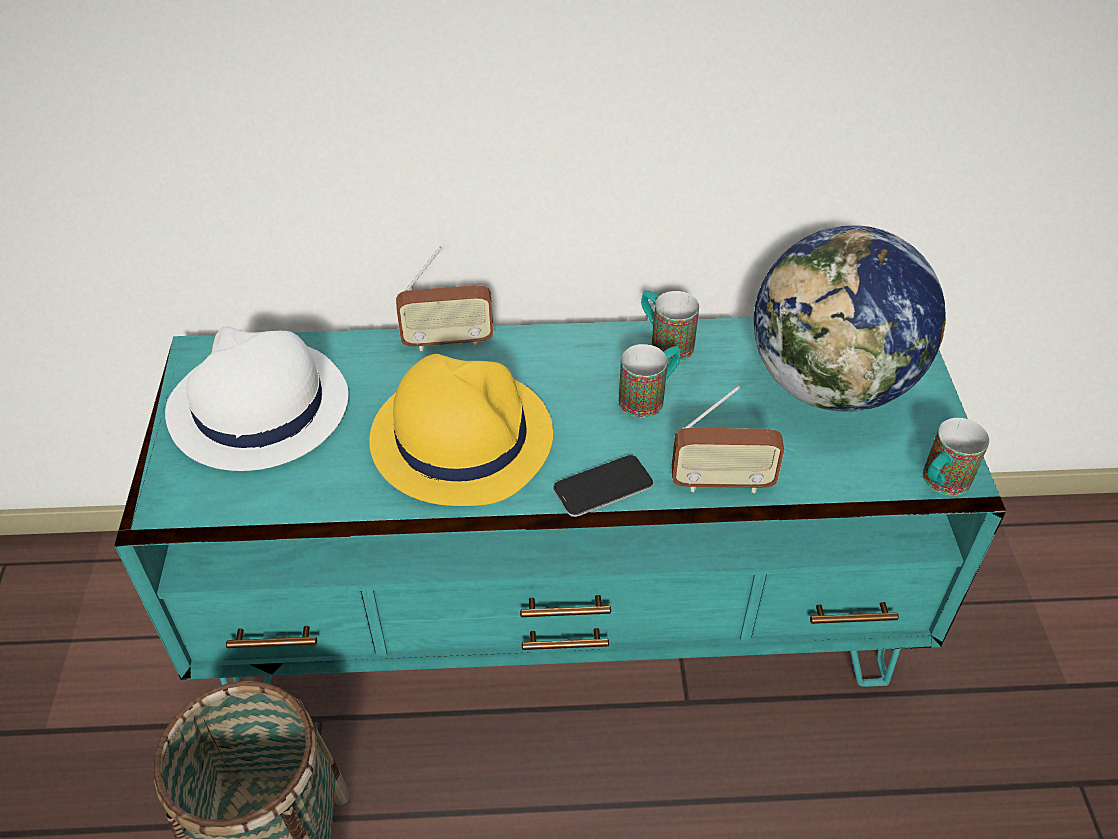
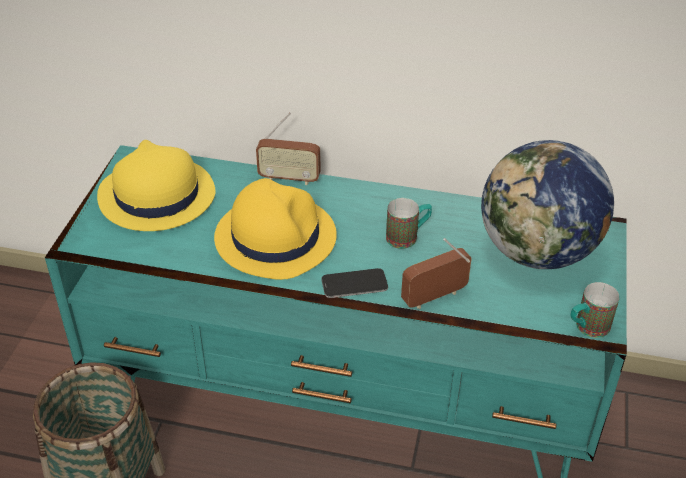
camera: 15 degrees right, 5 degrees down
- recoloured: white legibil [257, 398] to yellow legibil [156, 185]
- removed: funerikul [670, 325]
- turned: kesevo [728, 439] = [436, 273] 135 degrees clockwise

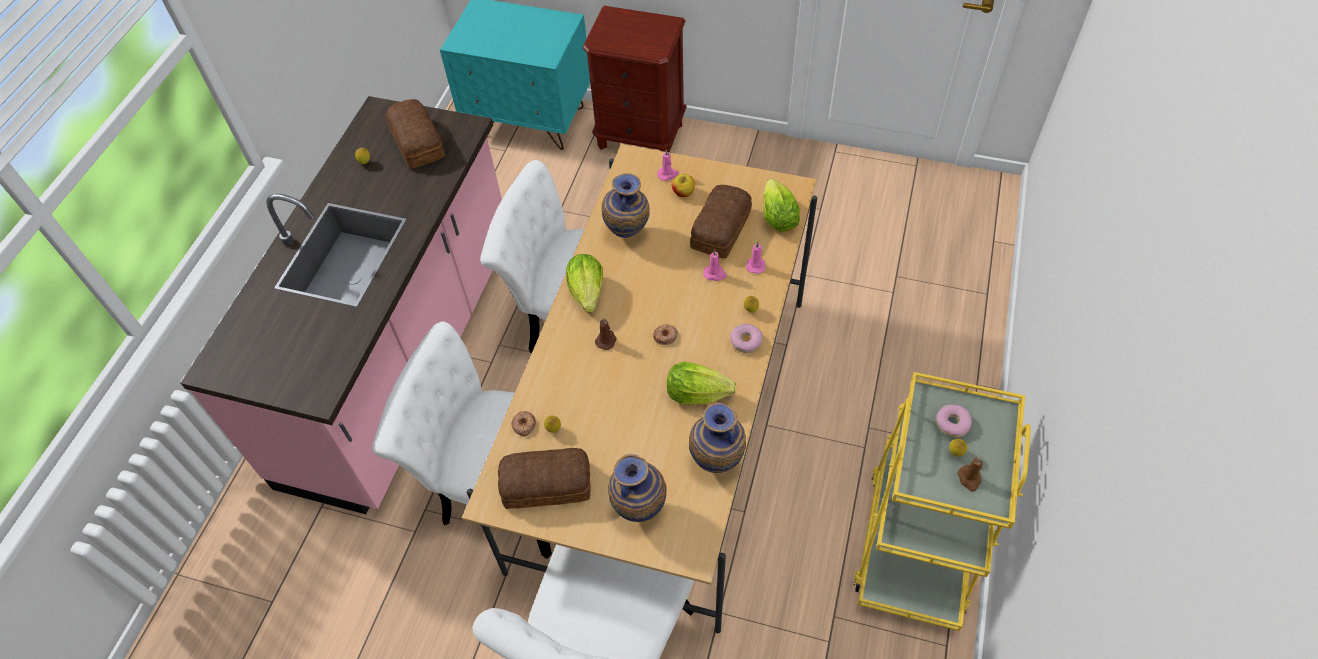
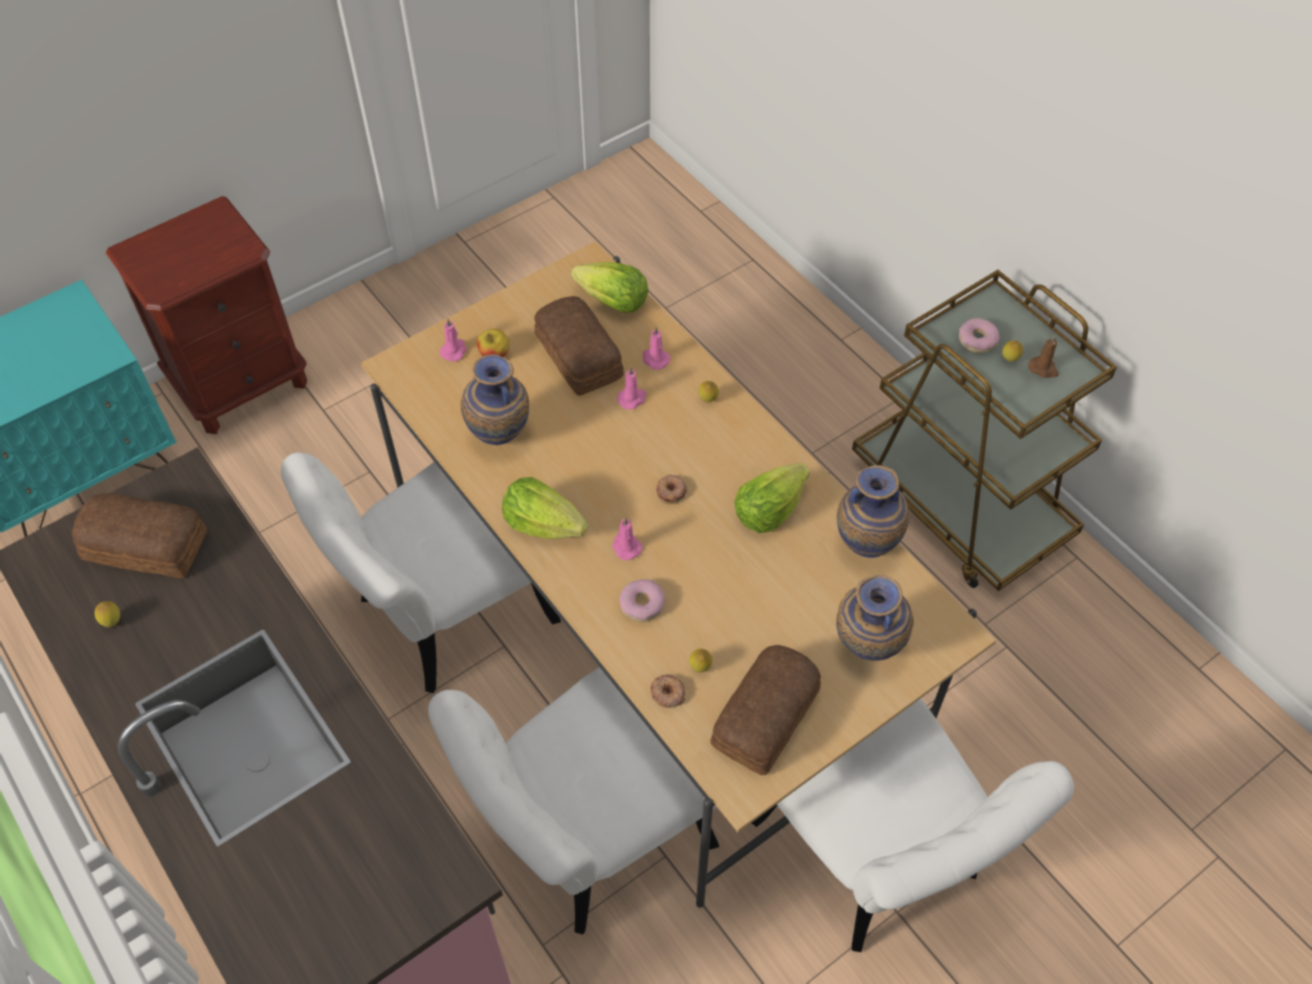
camera: 55 degrees left, 0 degrees up
- recoloured: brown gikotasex [606, 334] to pink gikotasex [627, 538]
- moved: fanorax [746, 338] to [642, 600]
- recoloured: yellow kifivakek [942, 501] to brown kifivakek [984, 430]

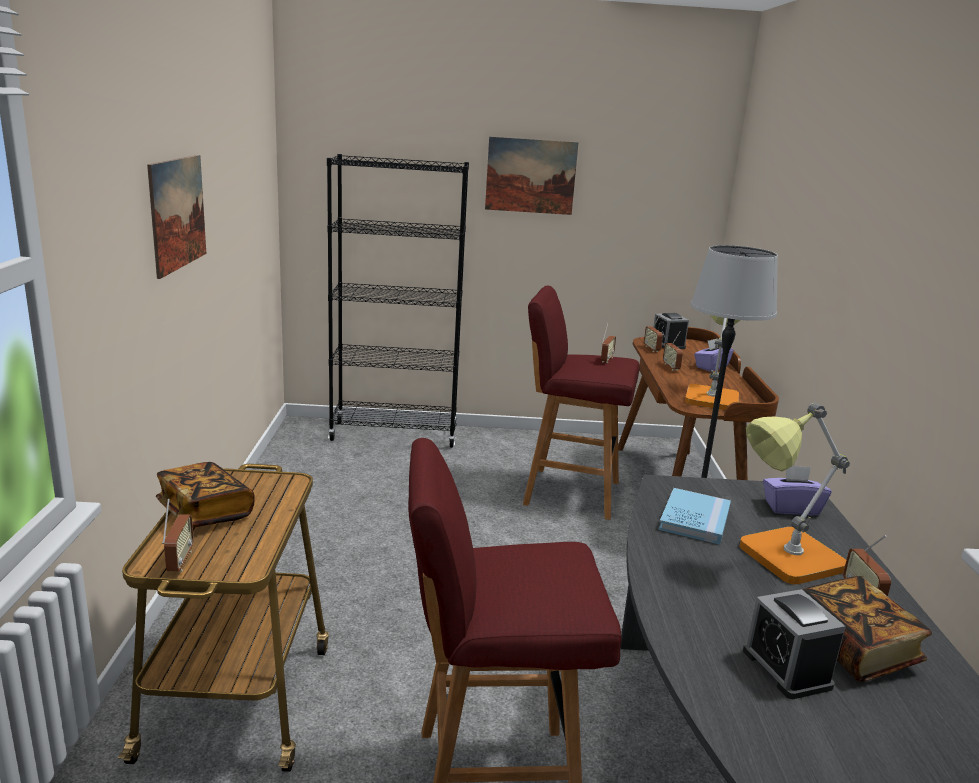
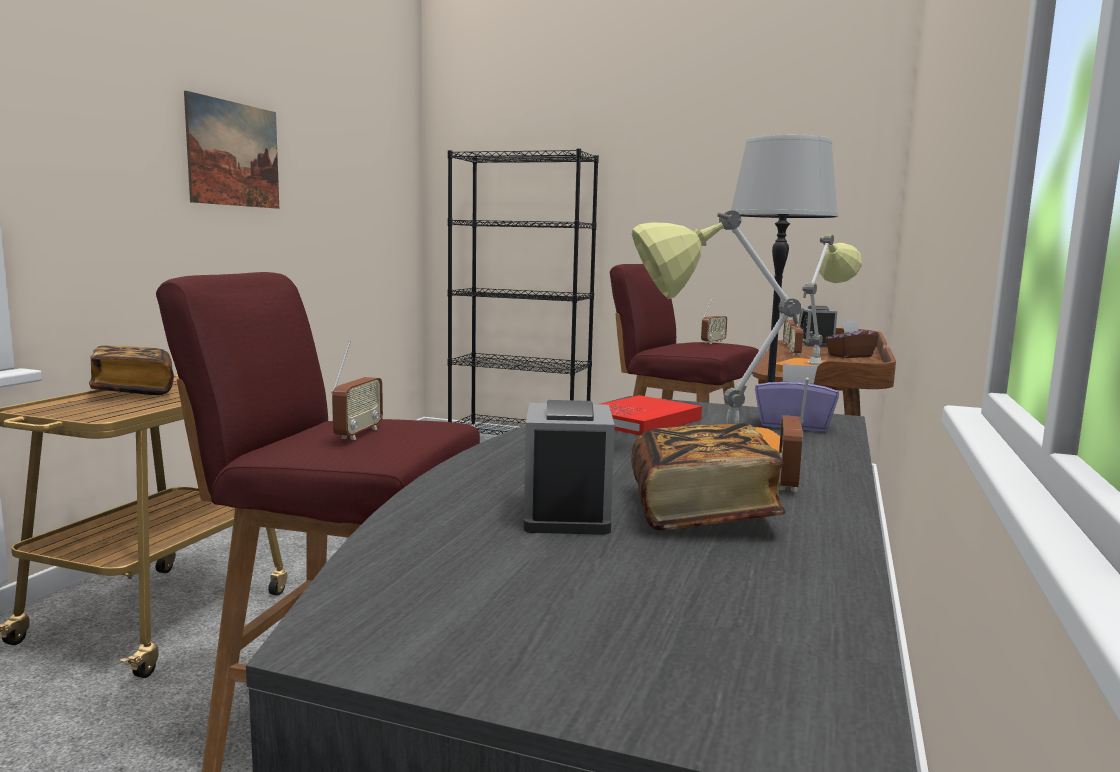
camera: 20 degrees right, 10 degrees down
- moved: kesevo [178, 535] to [357, 390]
- removed: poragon [531, 176]
- recoloured: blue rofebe [694, 516] to red rofebe [651, 415]
- recoloured: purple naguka [713, 355] to brown naguka [852, 339]

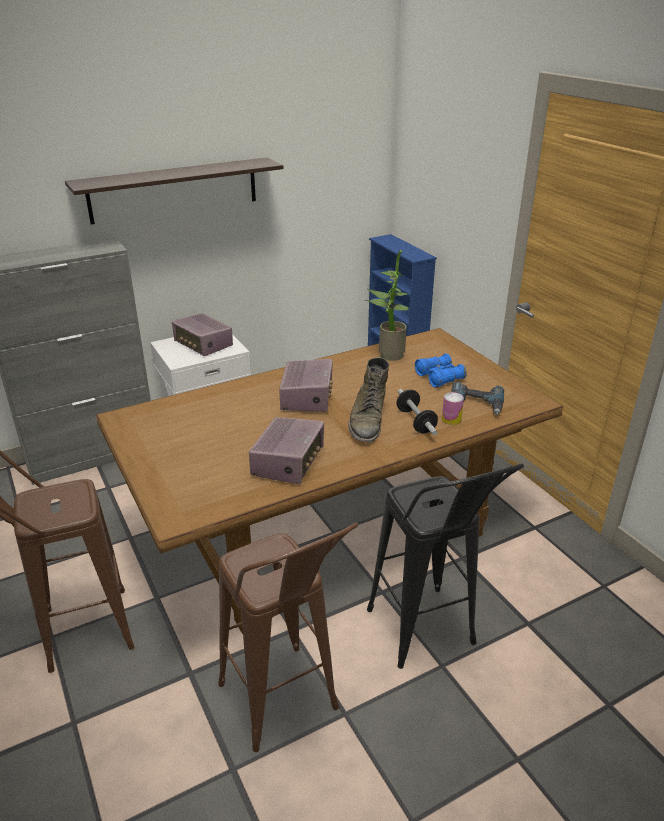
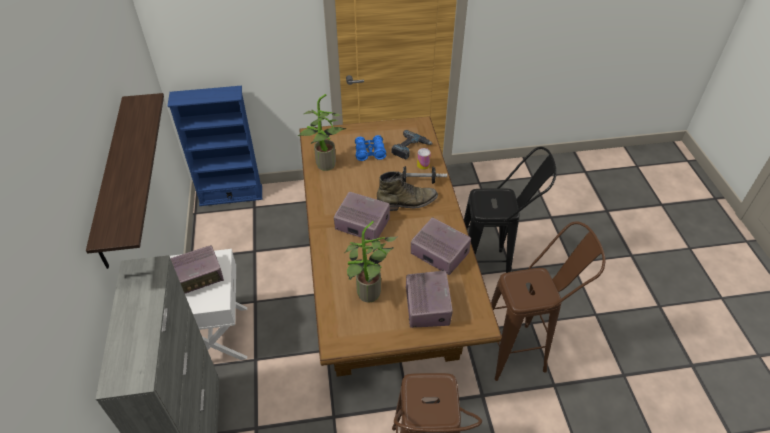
camera: 70 degrees left, 15 degrees up
- turned: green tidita [368, 400] = [407, 191] 45 degrees counterclockwise
- added: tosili [371, 262]
- added: kesevo [429, 299]

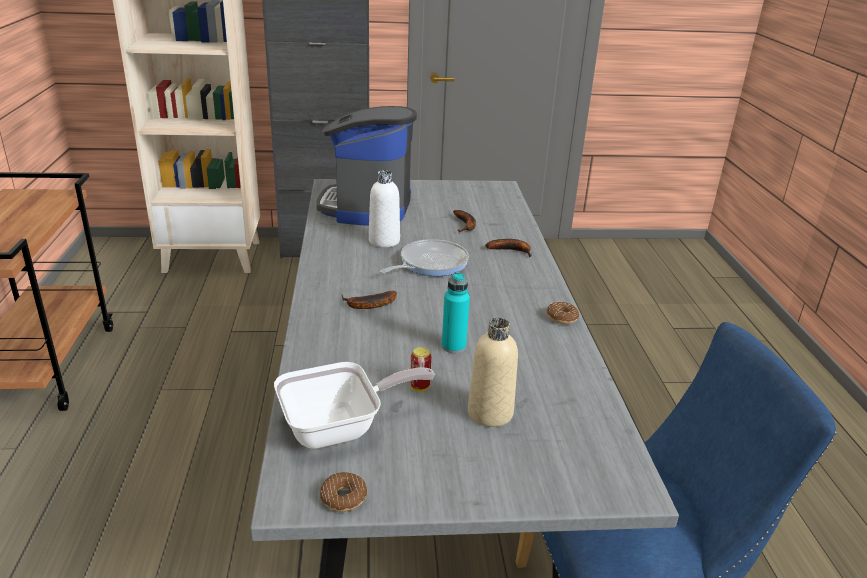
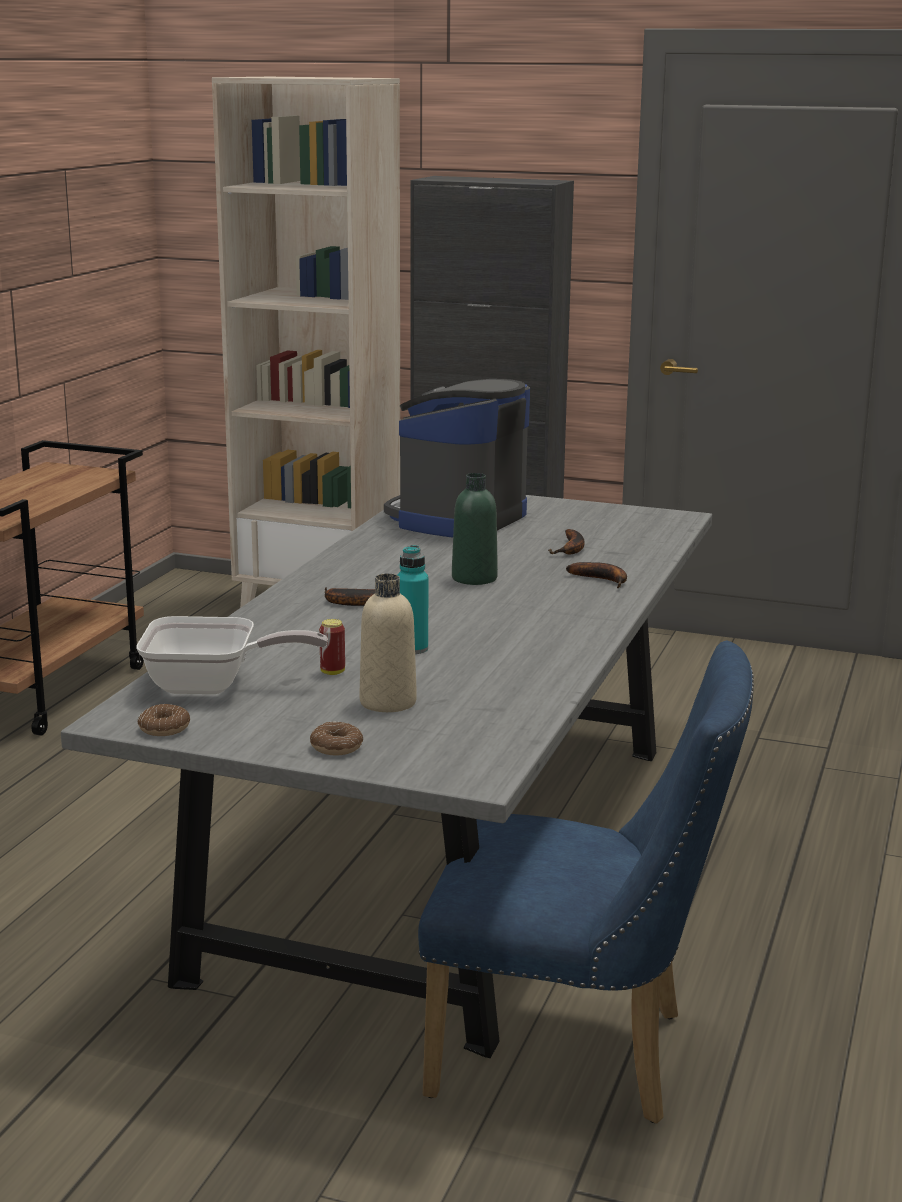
camera: 25 degrees right, 10 degrees down
- removed: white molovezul [384, 208]
- replaced: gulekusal [424, 257] to green molovezul [475, 529]
- moved: fanorax [563, 313] to [336, 738]

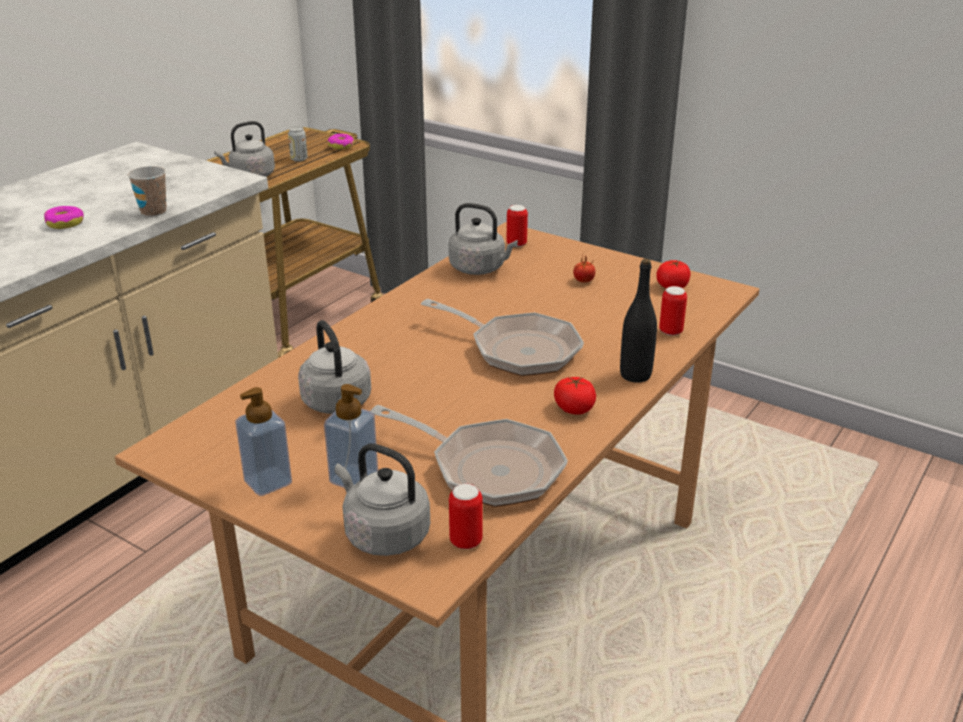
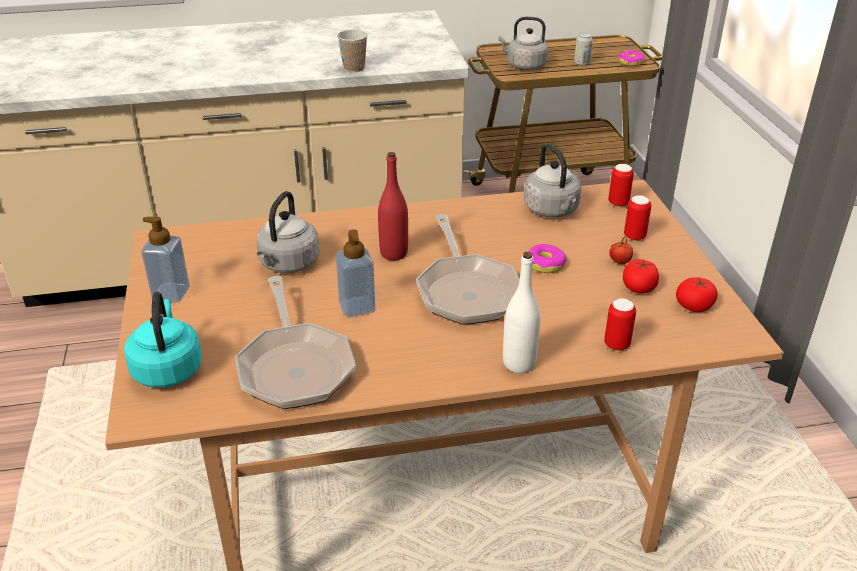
camera: 45 degrees right, 5 degrees up
- moved: fanorax [64, 217] to [547, 258]
- moved: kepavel [351, 436] to [356, 273]
- recoloured: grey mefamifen [382, 499] to turquoise mefamifen [163, 340]
- moved: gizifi [466, 516] to [637, 218]
- moved: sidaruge [575, 396] to [641, 276]
- recoloured: black molovezul [638, 321] to white molovezul [522, 312]
- added: red molovezul [393, 206]

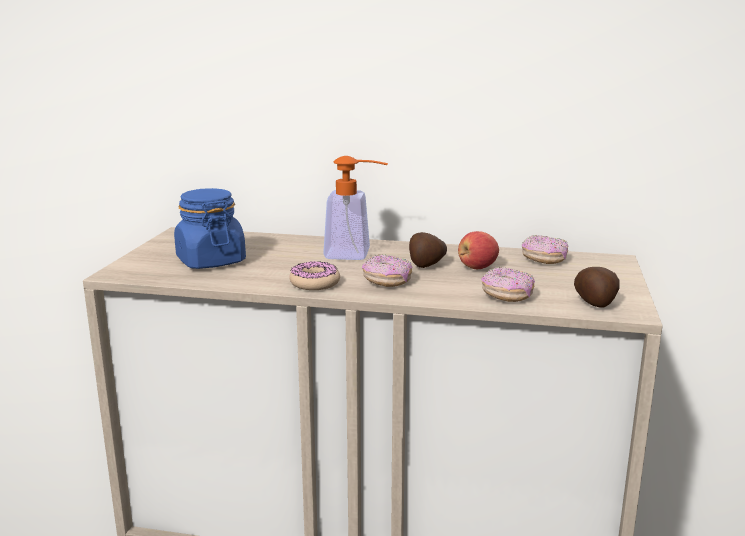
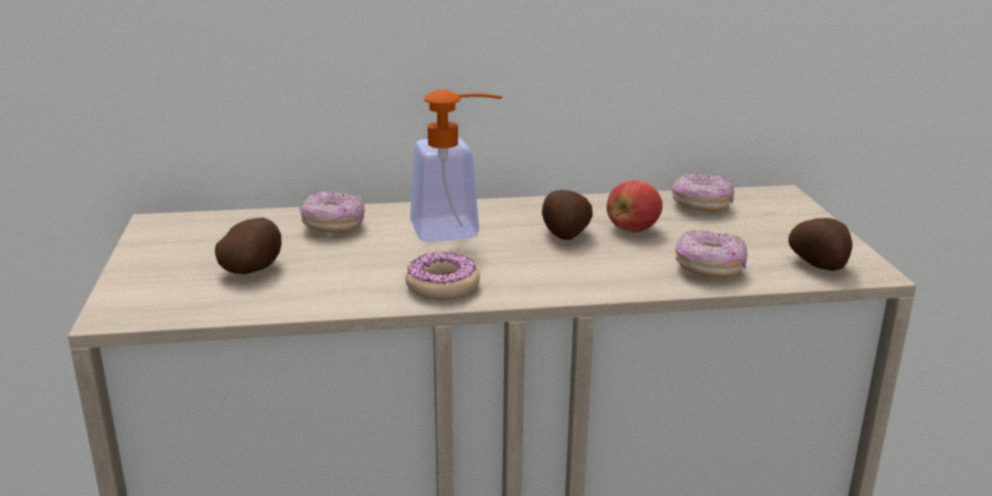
camera: 20 degrees left, 5 degrees up
- replaced: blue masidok [210, 228] to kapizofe [248, 246]
- moved: fanorax [387, 270] to [332, 212]

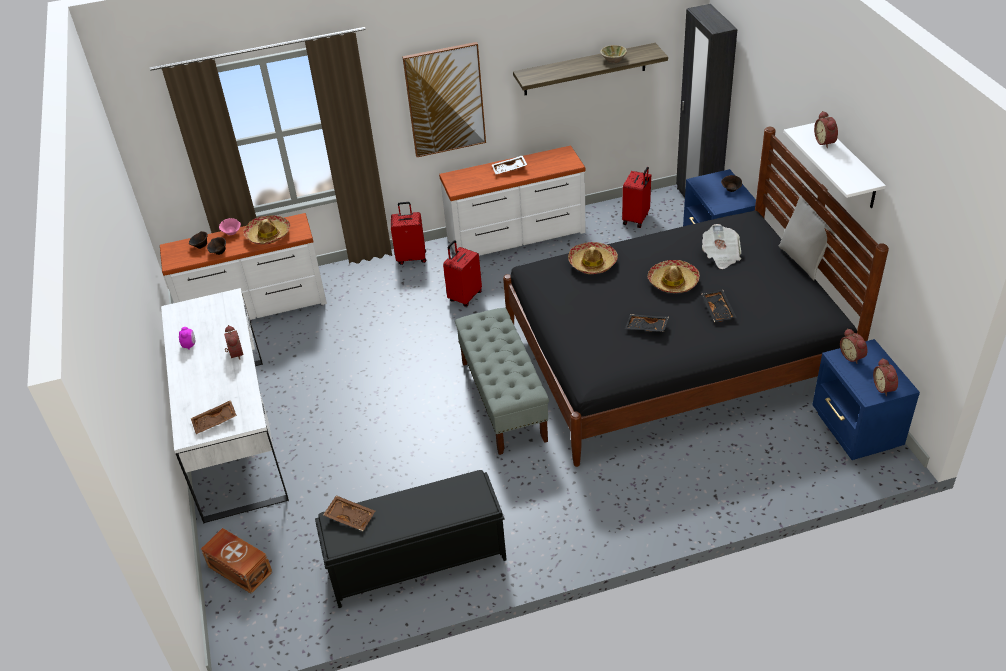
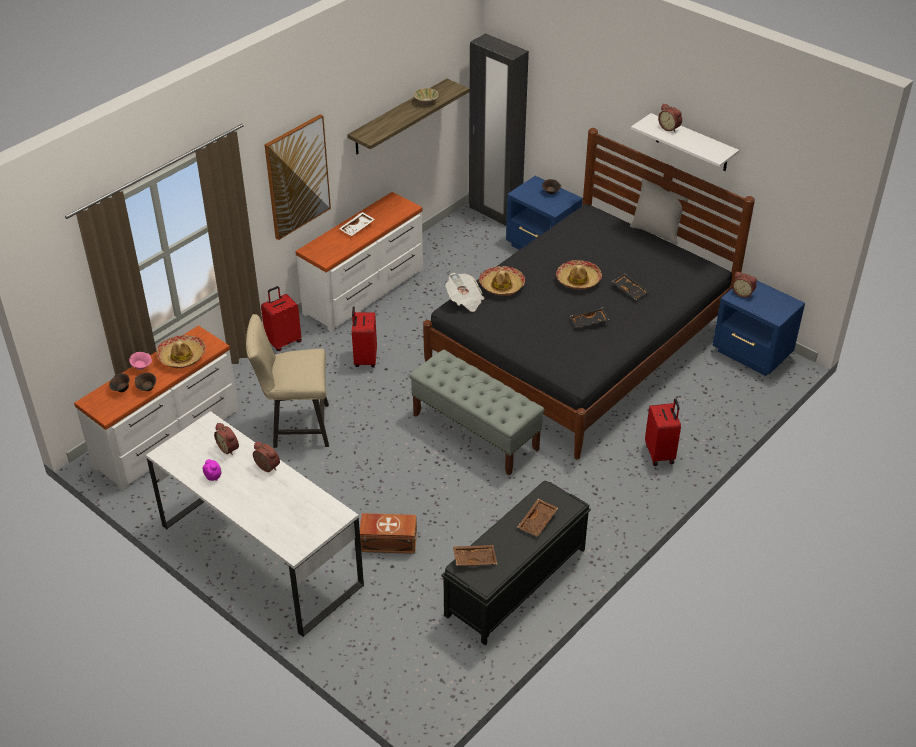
camera: 35 degrees left, 0 degrees up
- moved: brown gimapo [214, 417] to [538, 518]
- moved: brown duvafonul [236, 561] to [388, 533]
- moved: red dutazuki [636, 197] to [663, 432]
- moved: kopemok [721, 246] to [464, 292]
- moved: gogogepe [885, 377] to [226, 439]
- added: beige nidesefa [287, 381]

